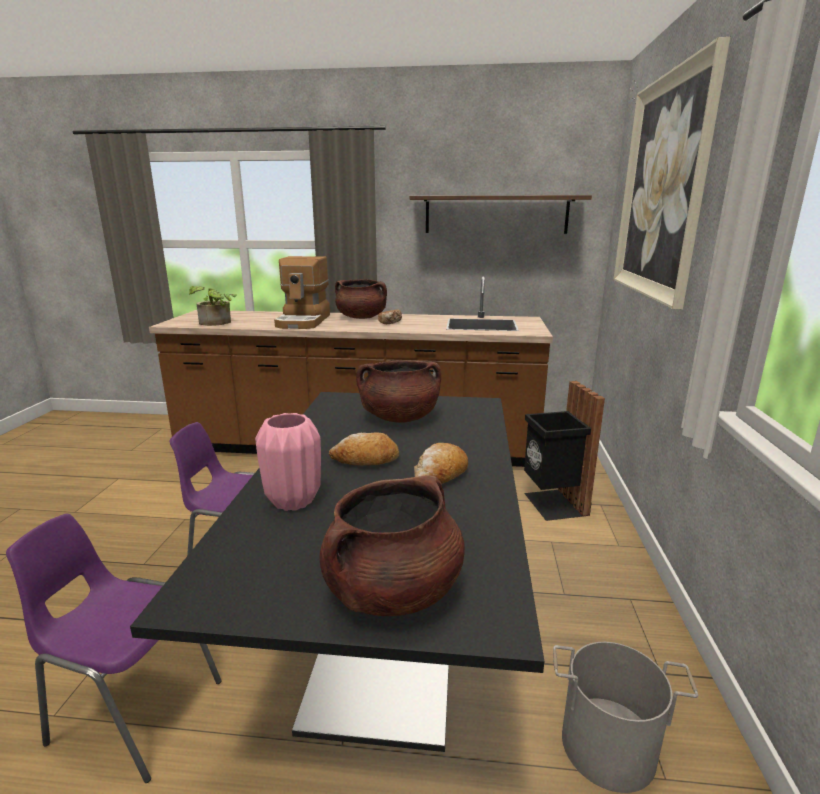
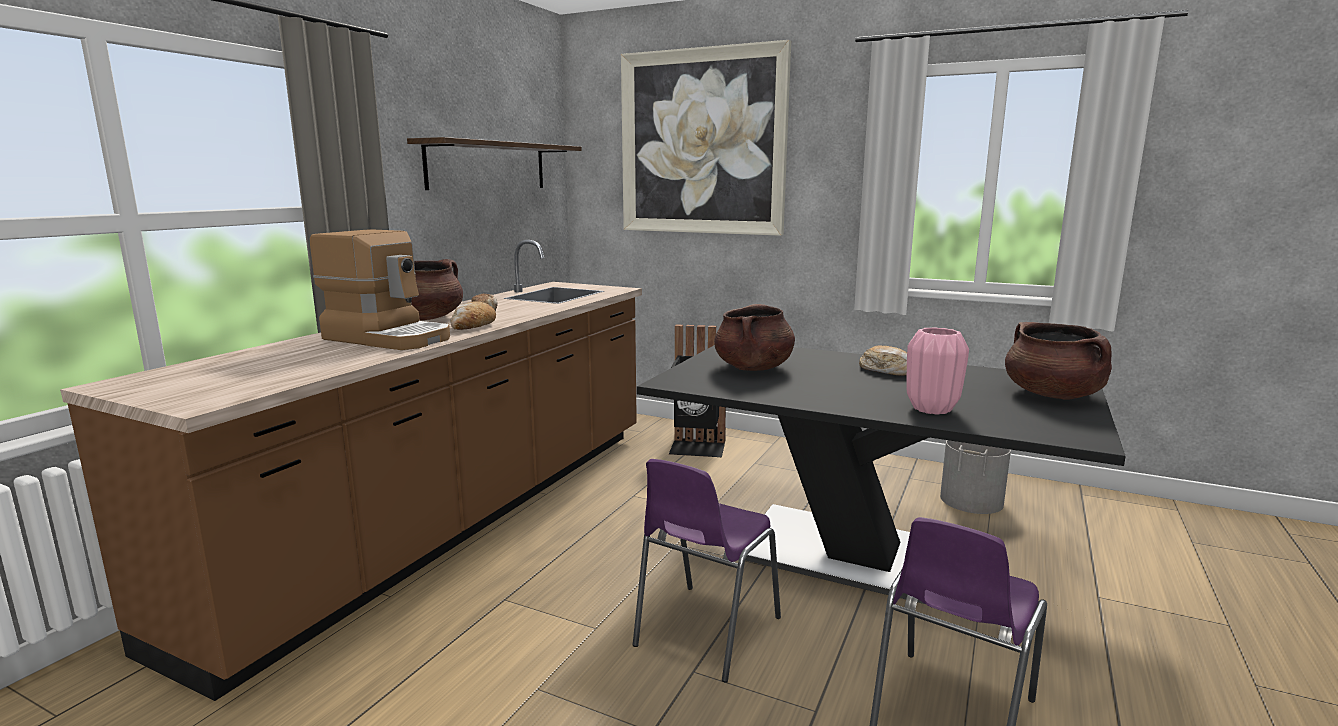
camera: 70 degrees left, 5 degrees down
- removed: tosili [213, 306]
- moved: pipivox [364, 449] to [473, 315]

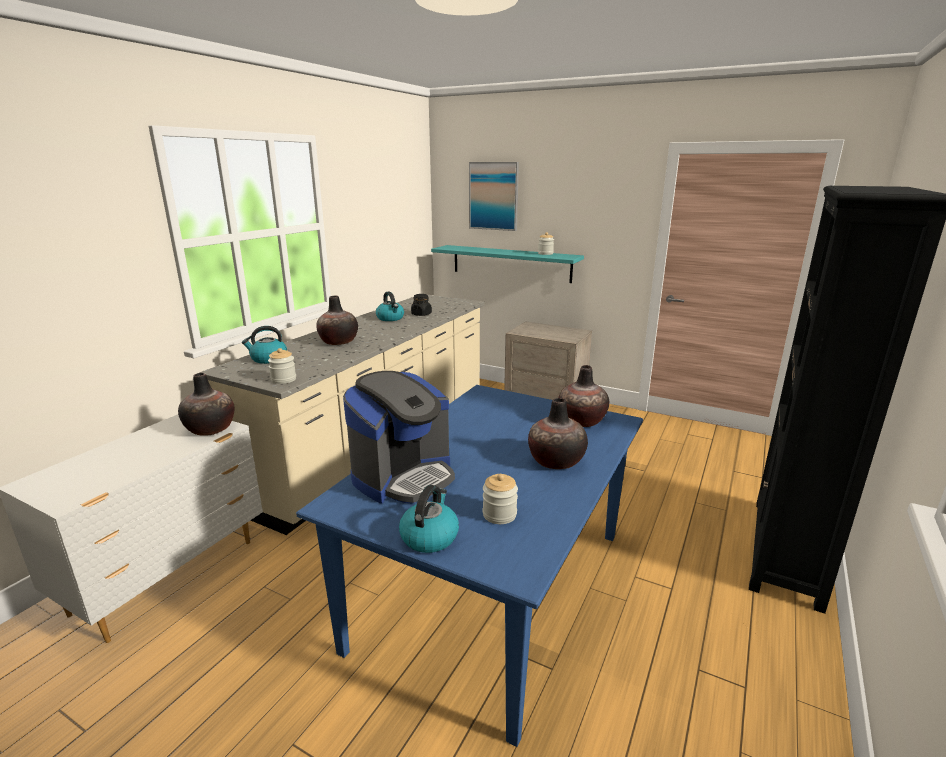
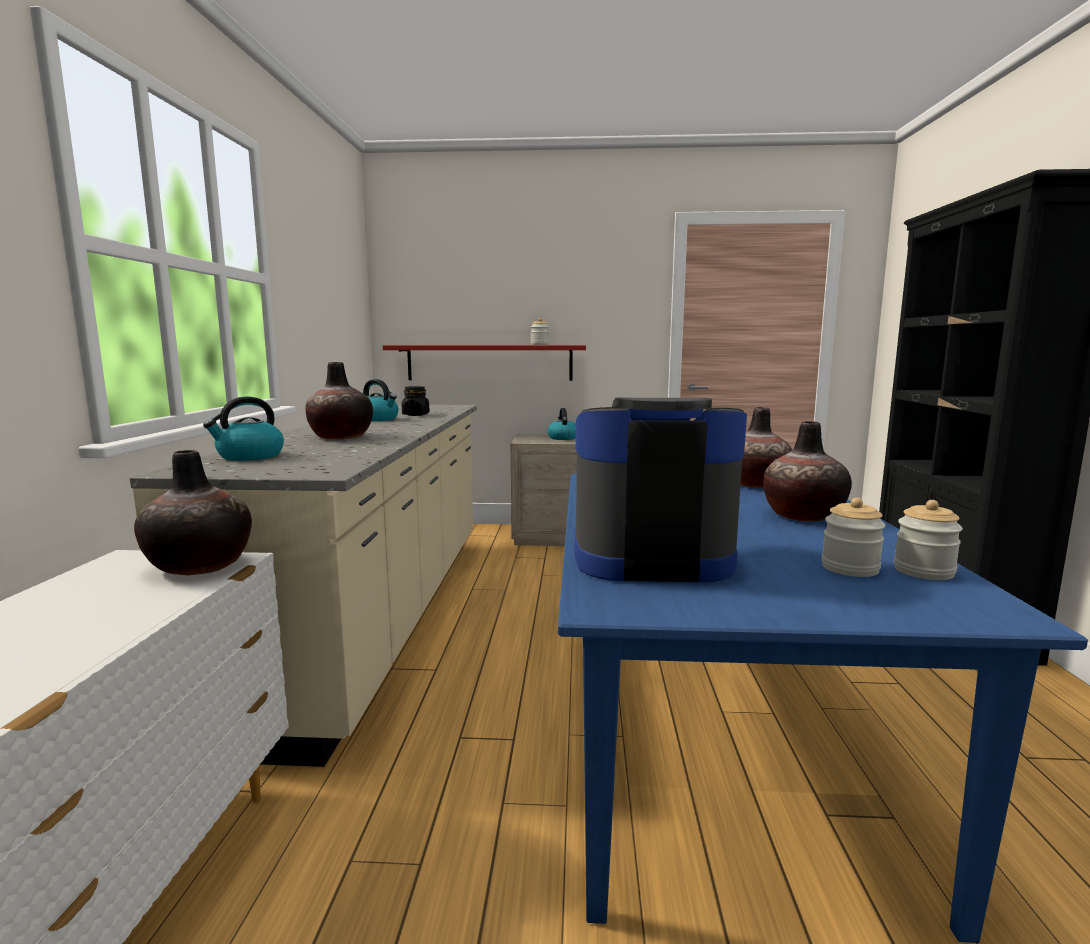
camera: 25 degrees left, 10 degrees down
- moved: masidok [282, 366] to [928, 540]
- turned: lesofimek [399, 437] = [661, 490] 105 degrees counterclockwise
- moved: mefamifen [429, 519] to [561, 424]
- recoloured: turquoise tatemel [507, 264] to red tatemel [484, 363]
- removed: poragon [494, 196]

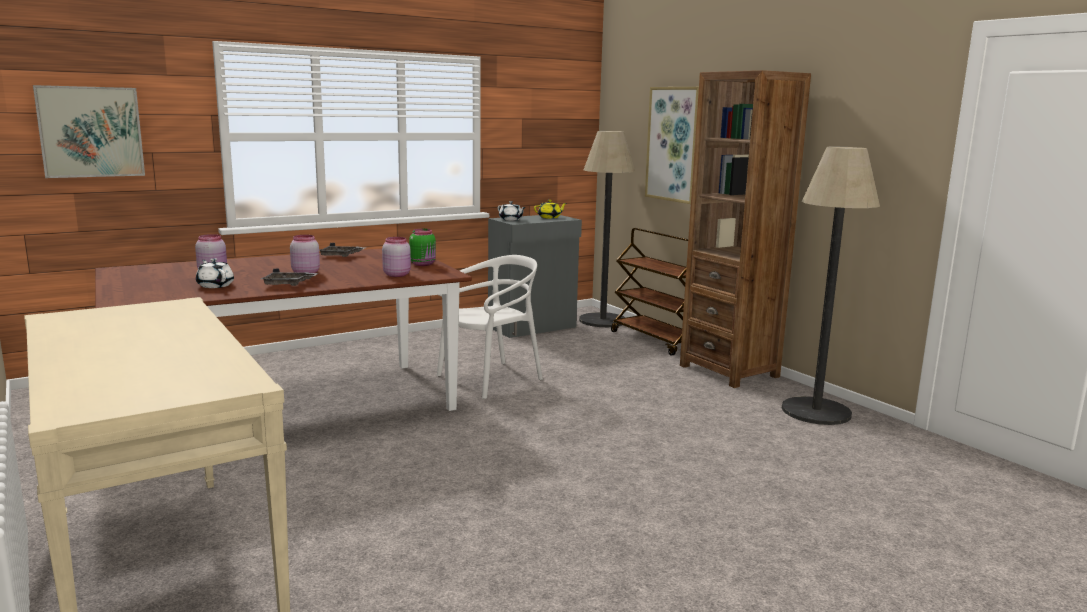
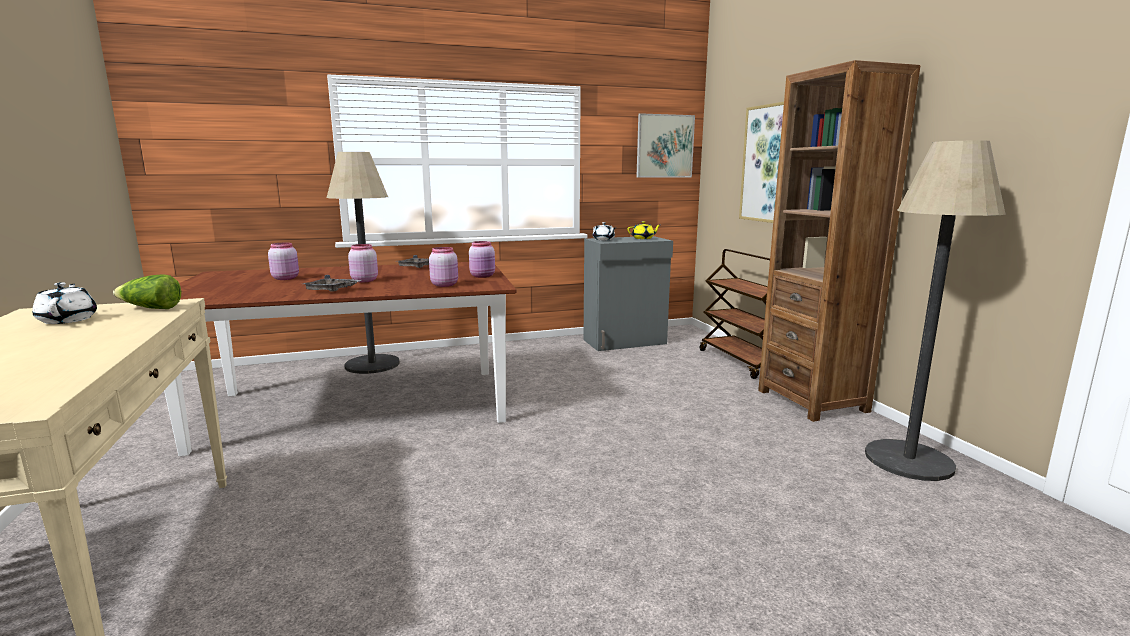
camera: 15 degrees right, 0 degrees up
- moved: poragon [89, 131] to [665, 145]
- moved: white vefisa [215, 273] to [64, 303]
- recoloured: green masidok [422, 247] to pink masidok [482, 259]
- removed: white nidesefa [490, 327]
- moved: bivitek [607, 229] to [363, 263]
- added: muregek [147, 292]

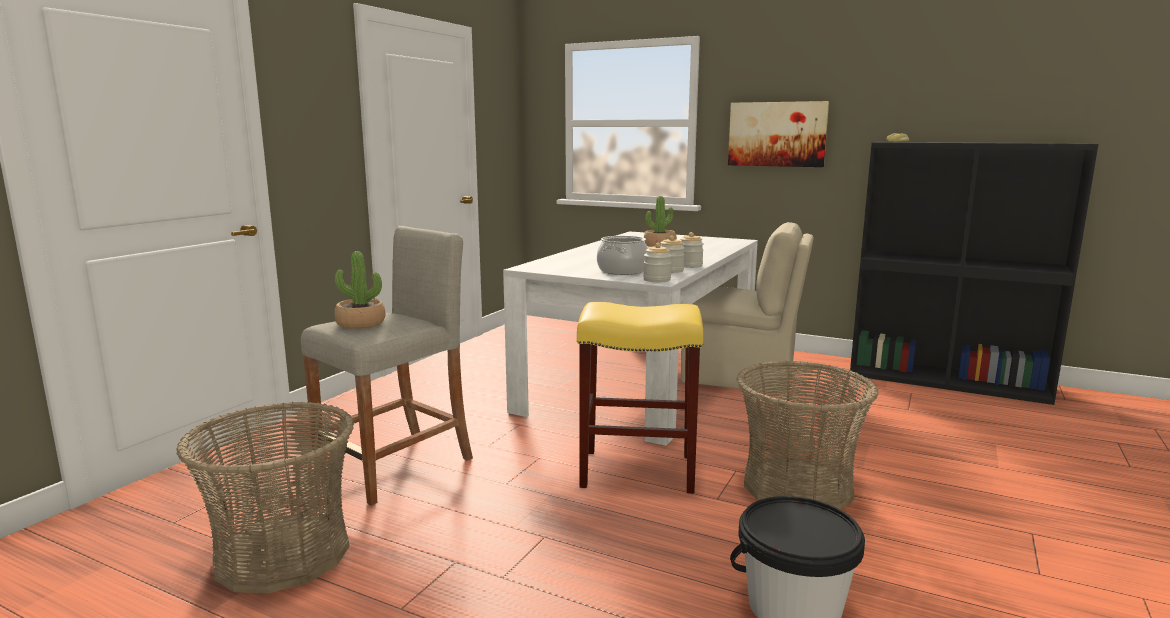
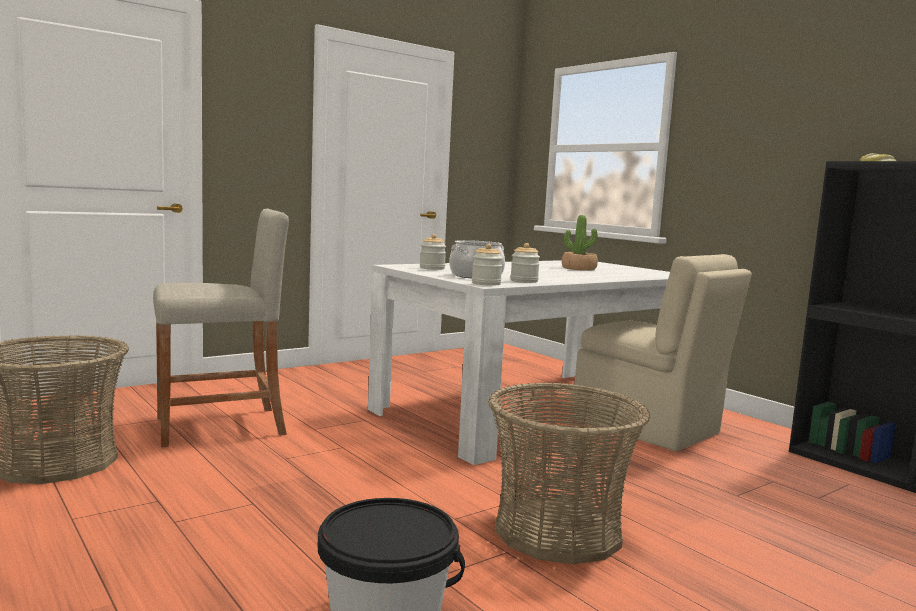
camera: 25 degrees right, 5 degrees down
- removed: tosili [360, 290]
- removed: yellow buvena [640, 397]
- moved: masidok [692, 250] to [433, 252]
- removed: poragon [778, 134]

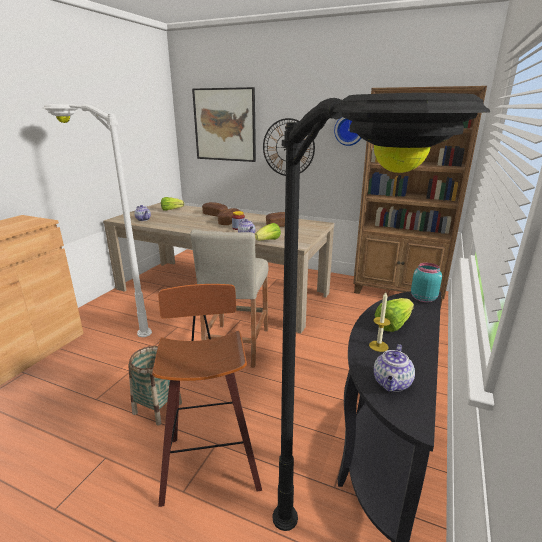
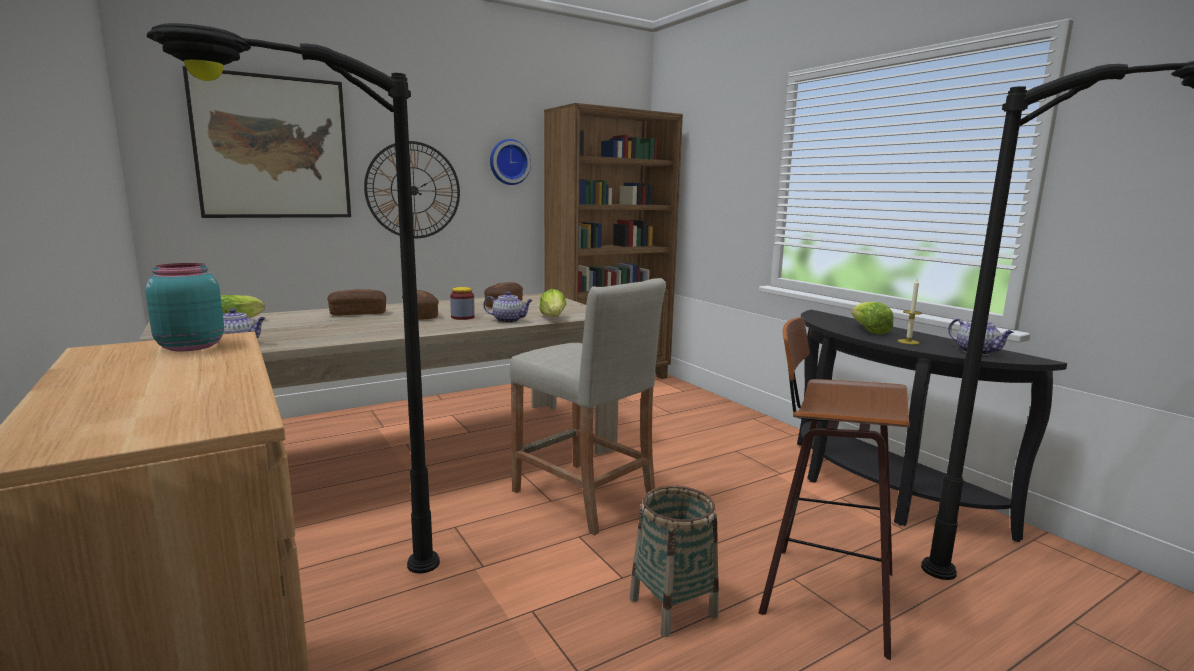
camera: 55 degrees left, 10 degrees down
- recoloured: white bivitek [97, 220] to black bivitek [293, 298]
- moved: turquoise masidok [426, 282] to [184, 307]

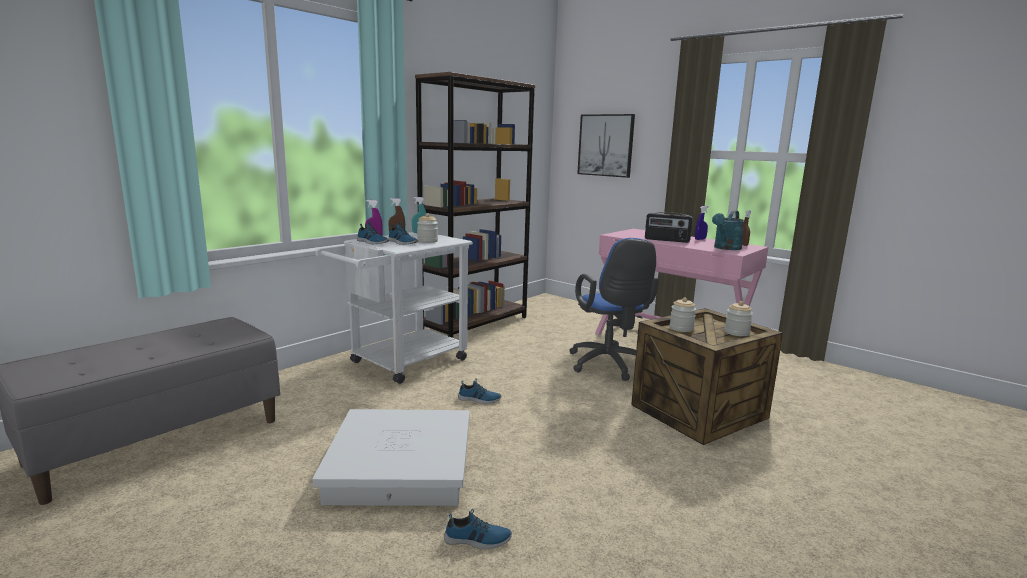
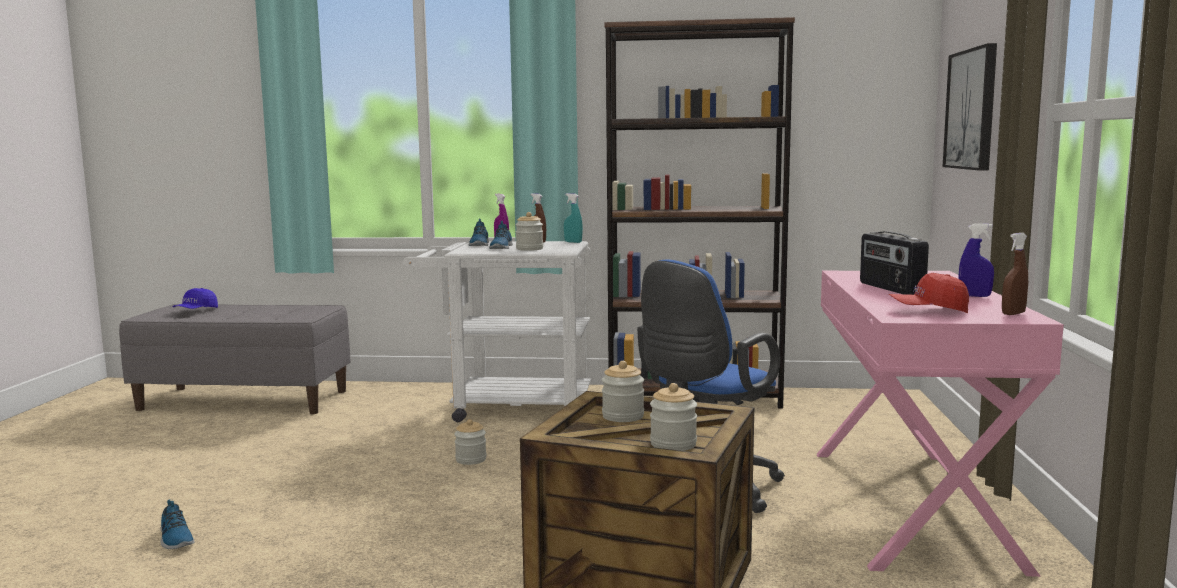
camera: 55 degrees right, 5 degrees down
- removed: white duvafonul [390, 457]
- replaced: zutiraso [479, 391] to masidok [471, 442]
- replaced: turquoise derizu [728, 230] to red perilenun [929, 293]
- added: blue perilenun [195, 298]

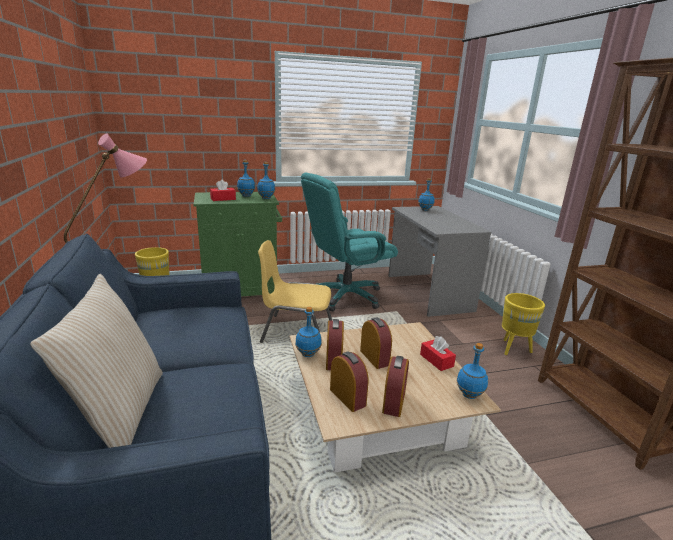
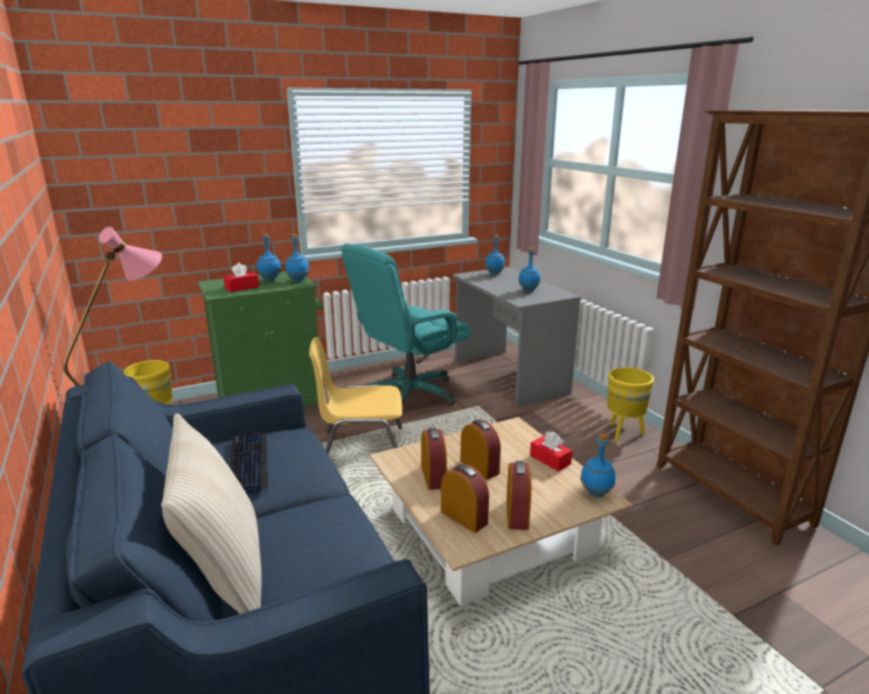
camera: 10 degrees left, 0 degrees up
- moved: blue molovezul [308, 332] to [529, 270]
- added: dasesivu [249, 462]

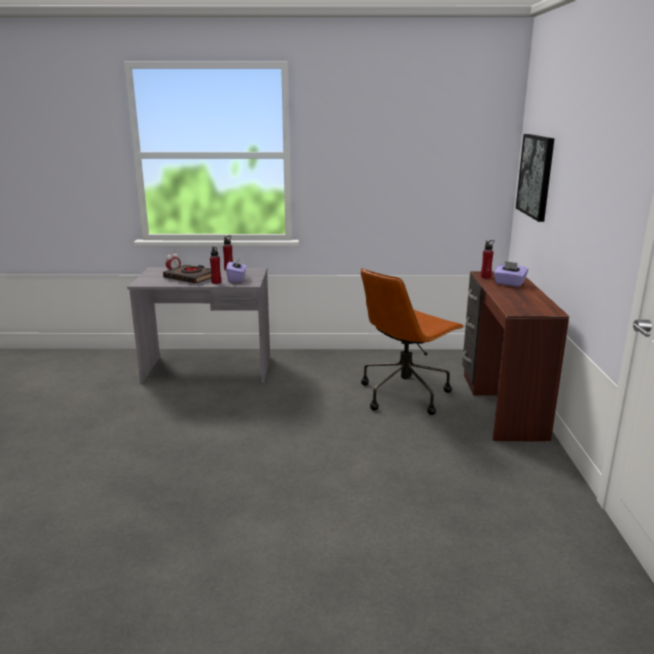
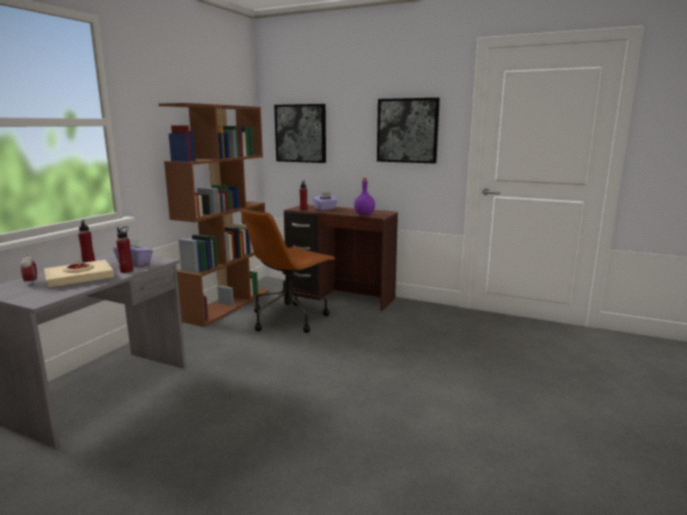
camera: 65 degrees left, 5 degrees down
- recoloured: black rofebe [187, 274] to beige rofebe [79, 274]
- turned: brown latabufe [413, 341] = [288, 270] 60 degrees clockwise
- added: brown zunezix [213, 215]
- added: purple molovezul [364, 196]
- added: poragon [408, 130]

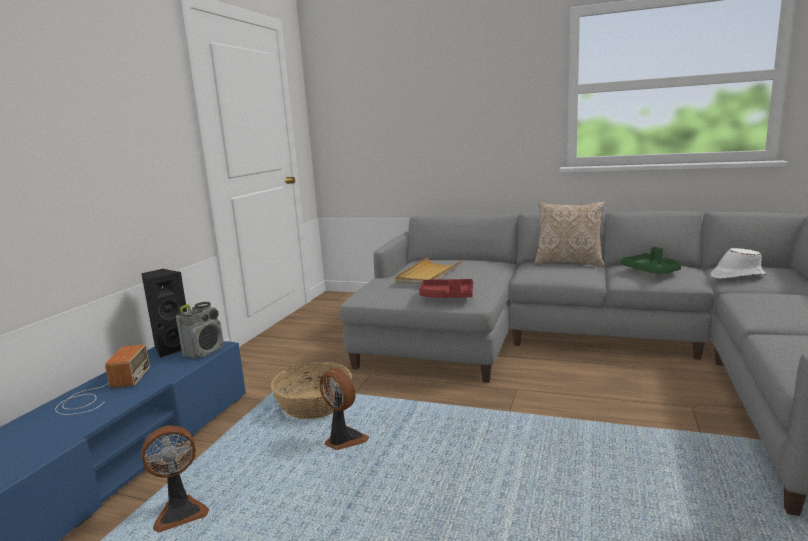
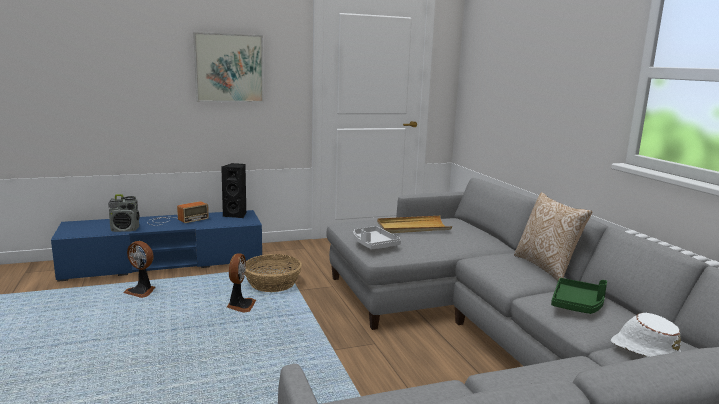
camera: 50 degrees right, 0 degrees up
- moved: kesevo [200, 330] to [124, 213]
- recoloured: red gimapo [446, 288] to grey gimapo [377, 238]
- added: poragon [228, 67]

